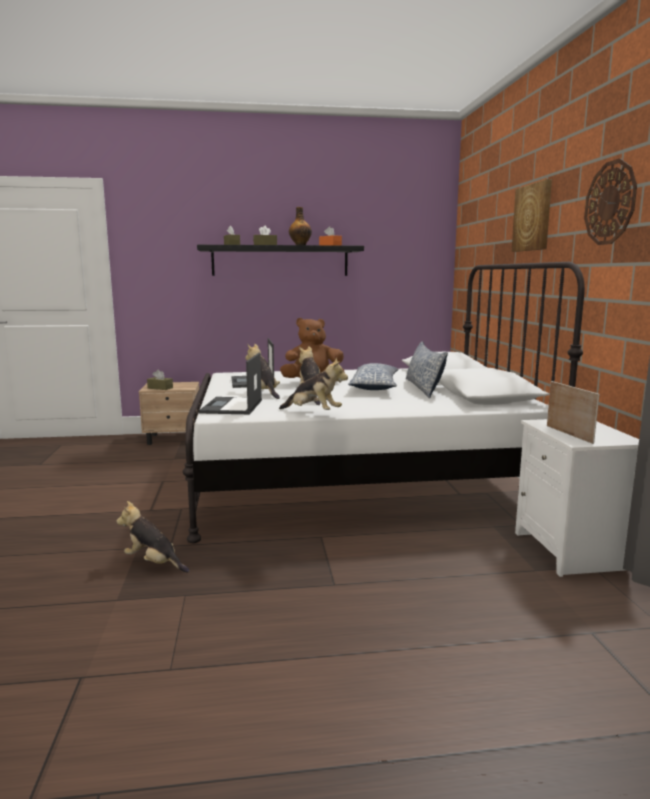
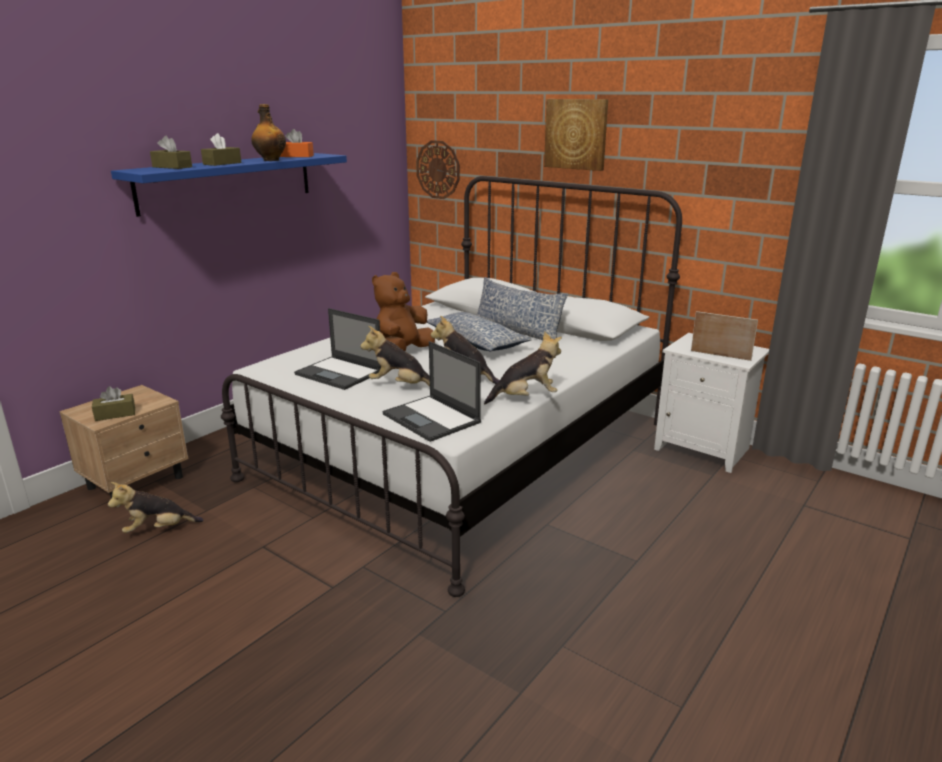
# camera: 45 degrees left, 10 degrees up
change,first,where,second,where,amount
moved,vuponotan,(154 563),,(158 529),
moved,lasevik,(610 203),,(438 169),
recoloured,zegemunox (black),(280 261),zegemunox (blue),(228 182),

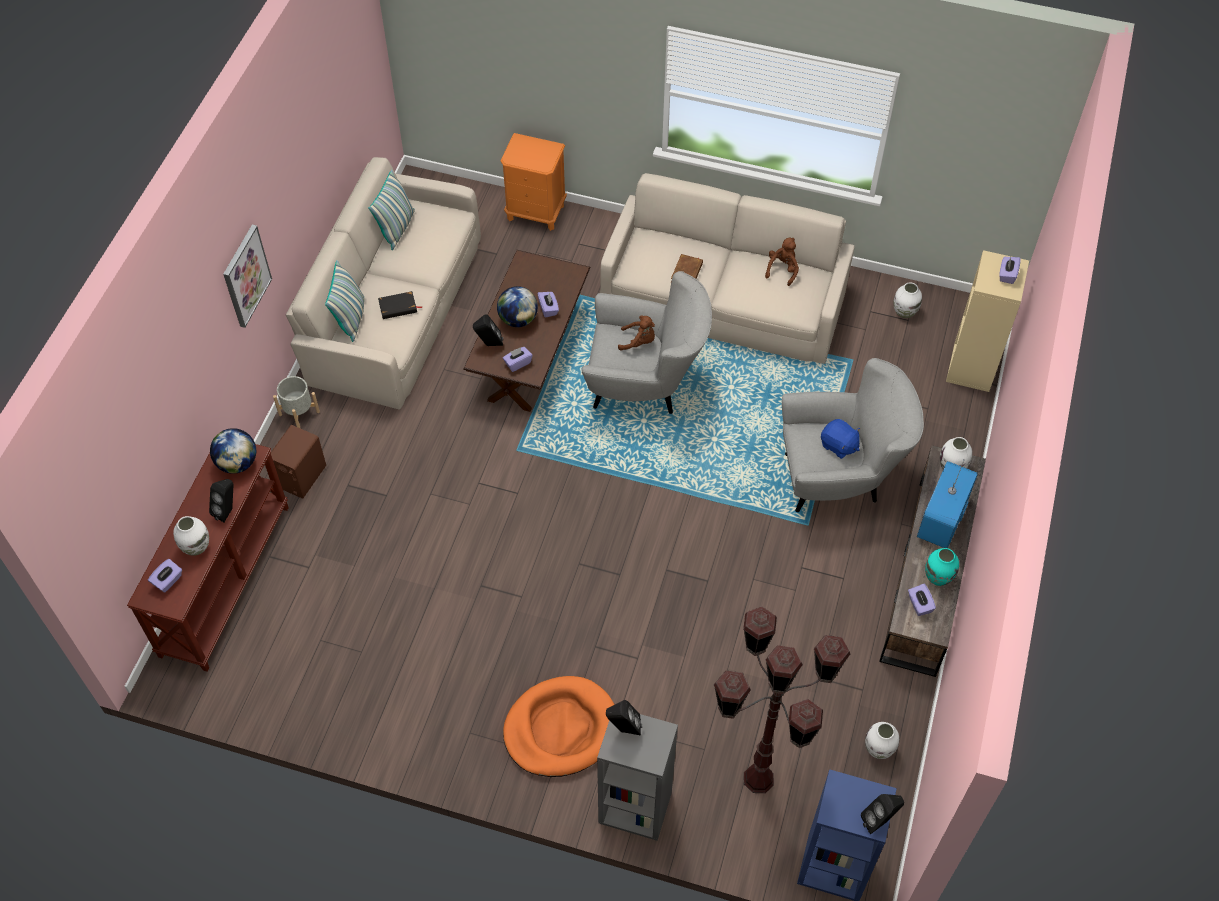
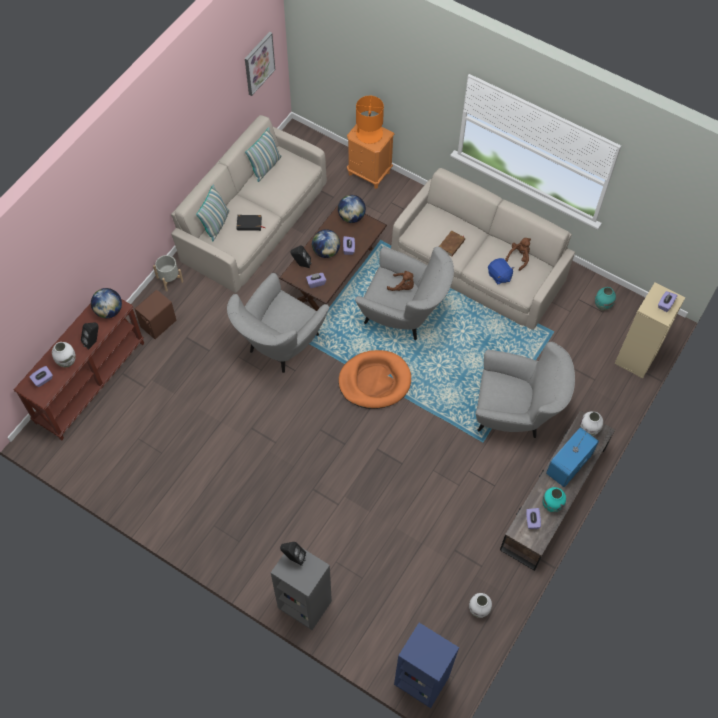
# camera: 15 degrees right, 5 degrees up
change,first,where,second,where,amount
removed,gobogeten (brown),(758 779),,,
removed,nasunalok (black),(879 821),,,
added,,,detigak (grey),(280 346),
added,,,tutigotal,(351 217),
added,,,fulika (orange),(369 133),
moved,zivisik,(245 276),,(259 63),
moved,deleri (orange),(560 729),,(374 381),
moved,vuponotan (blue),(838 445),,(499 276),
recoloured,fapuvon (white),(904 312),fapuvon (turquoise),(602 305),

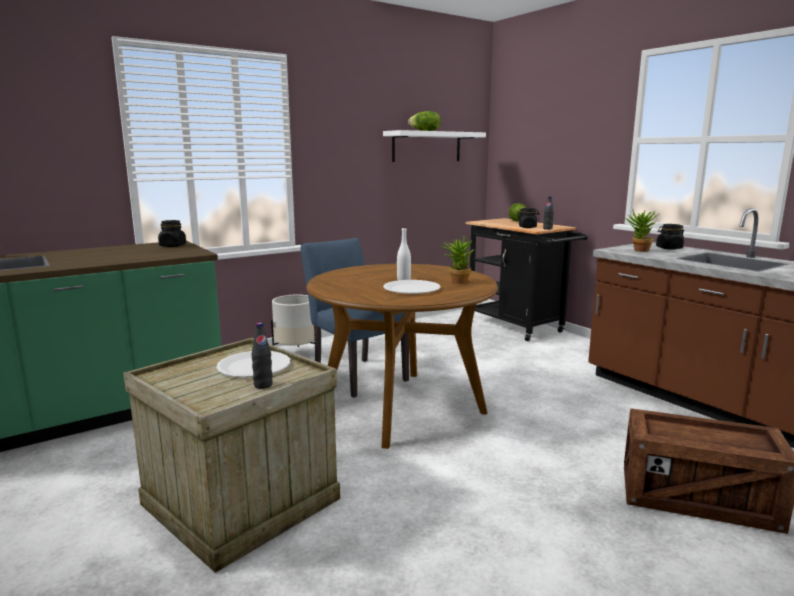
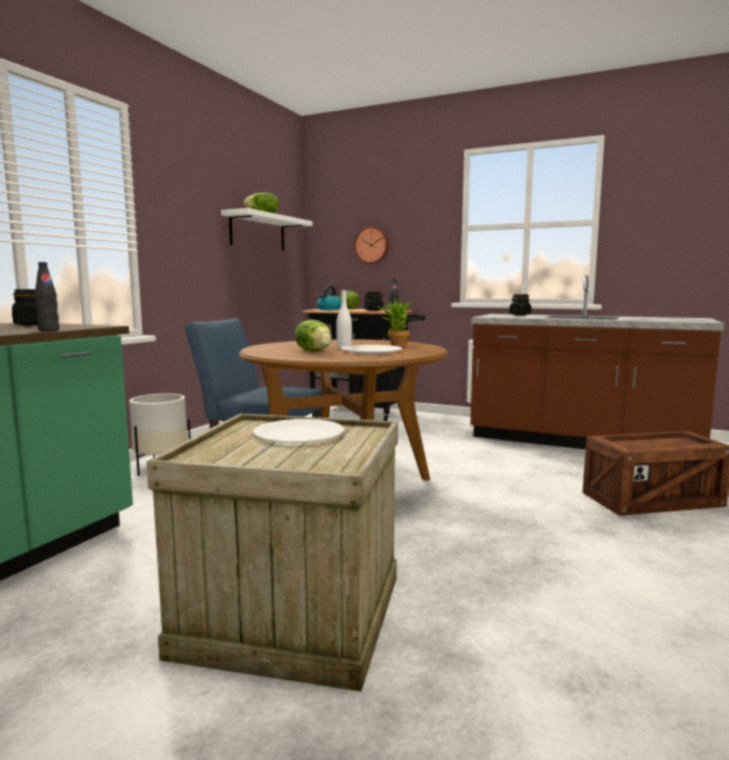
# camera: 30 degrees left, 5 degrees down
change,first,where,second,where,amount
removed,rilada,(638 250),,,
added,,,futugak,(314 351),
added,,,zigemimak,(329 309),
added,,,lasevik,(372 245),
moved,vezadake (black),(263 385),,(48 330),

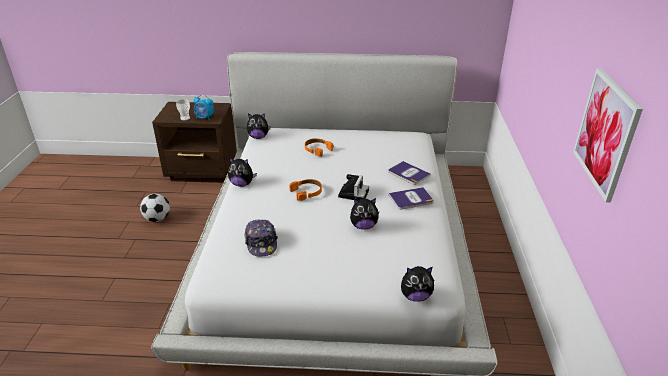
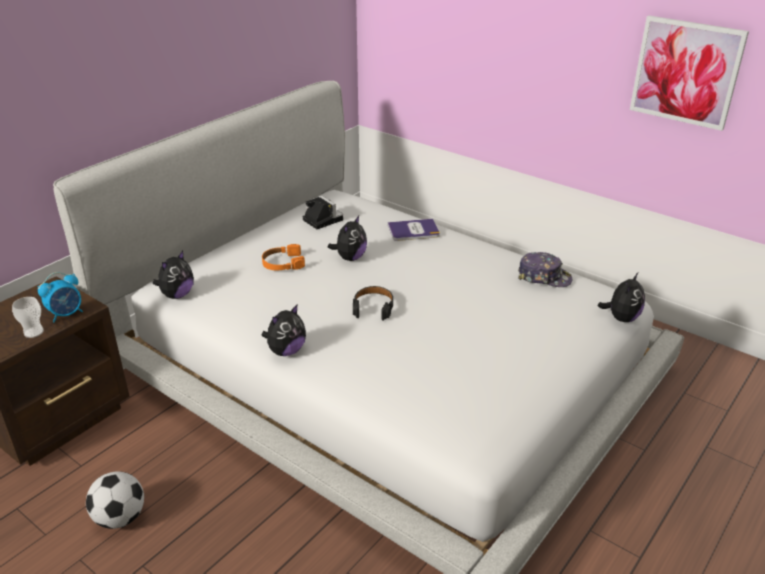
# camera: 55 degrees left, 0 degrees up
change,first,where,second,where,amount
removed,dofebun,(411 199),,,
moved,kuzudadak,(261 243),,(544 277),
moved,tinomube,(353 193),,(321 219),
moved,vuponotan,(363 226),,(350 258),
recoloured,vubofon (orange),(307 192),vubofon (black),(373 307),

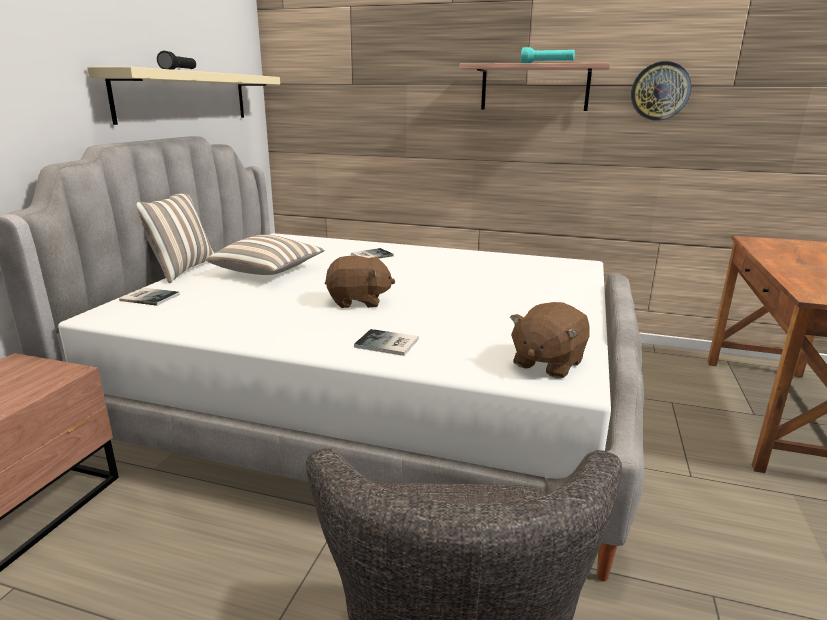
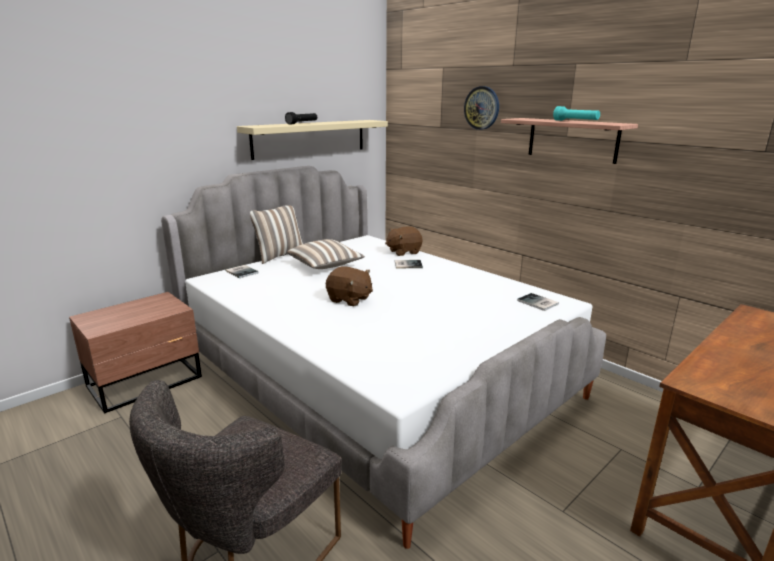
# camera: 30 degrees right, 0 degrees up
change,first,where,second,where,amount
moved,dofebun,(387 344),,(538 303),
moved,vuponotan (brown),(547 363),,(403 252),
moved,lasevik,(660 91),,(482 108),

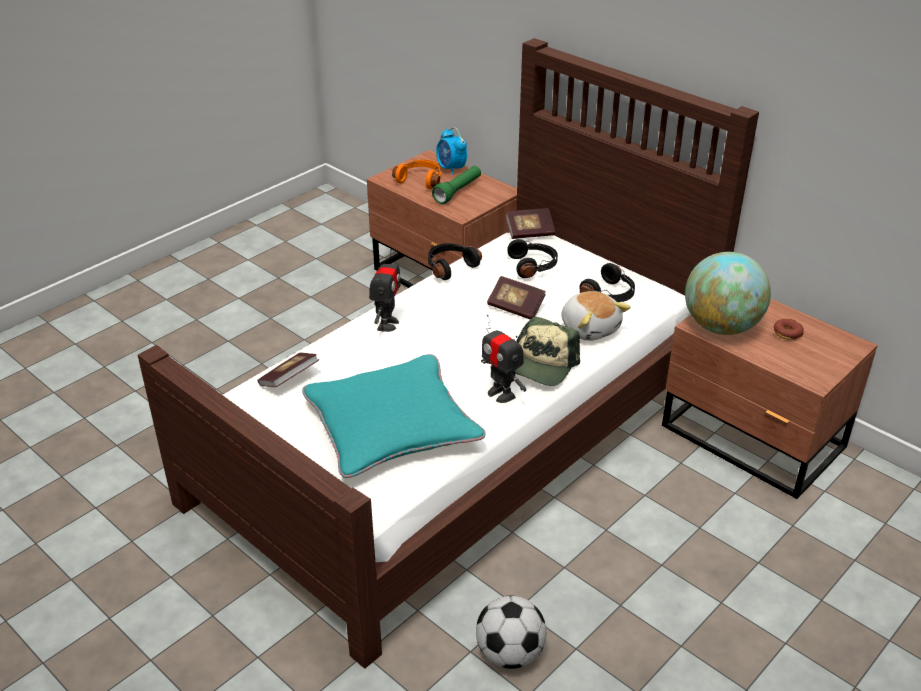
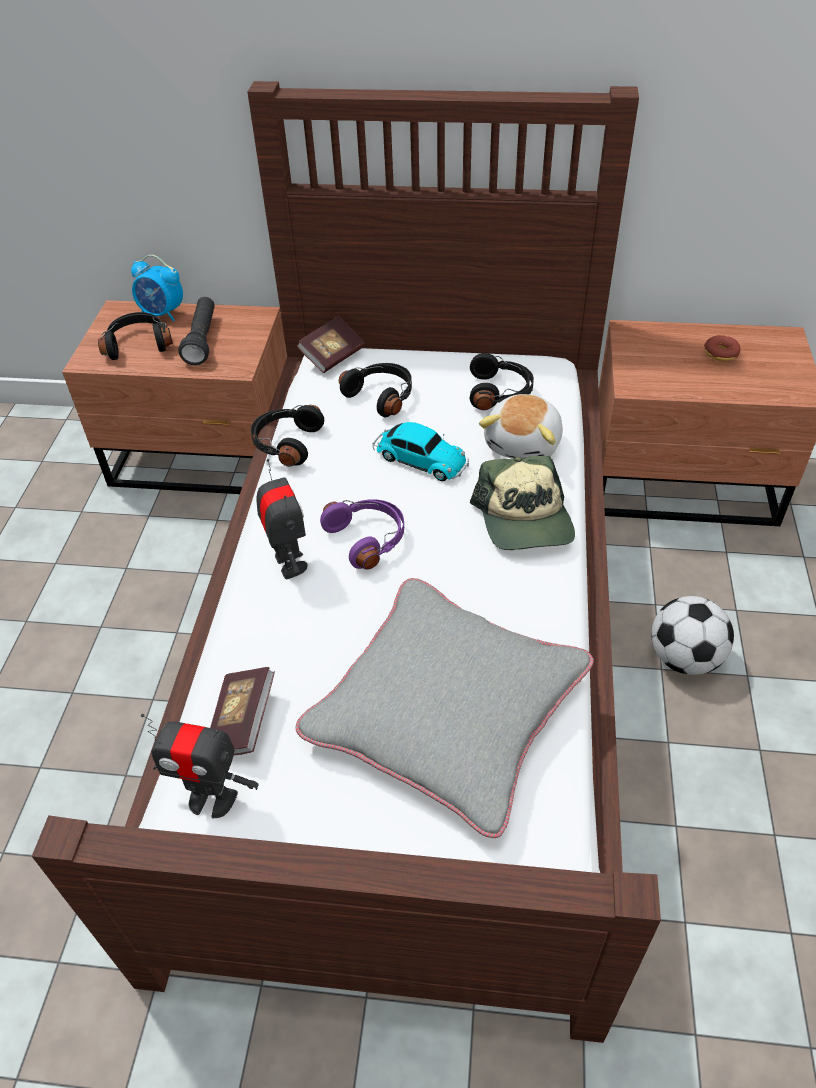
# camera: 35 degrees left, 10 degrees up
change,first,where,second,where,amount
removed,tutigotal,(721 327),,,
added,,,vubofon (purple),(368 539),
moved,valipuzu,(510 654),,(684 658),
moved,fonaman,(501 394),,(212 798),
replaced,dofebun,(516 307),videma,(419 459),
recoloured,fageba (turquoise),(391 425),fageba (grey),(447 709),
recoloured,vubofon (orange),(420 180),vubofon (black),(138 344),
recoloured,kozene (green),(458 192),kozene (black),(202 340),
turned,vuponotan,(590 328),,(524 444),90 degrees clockwise

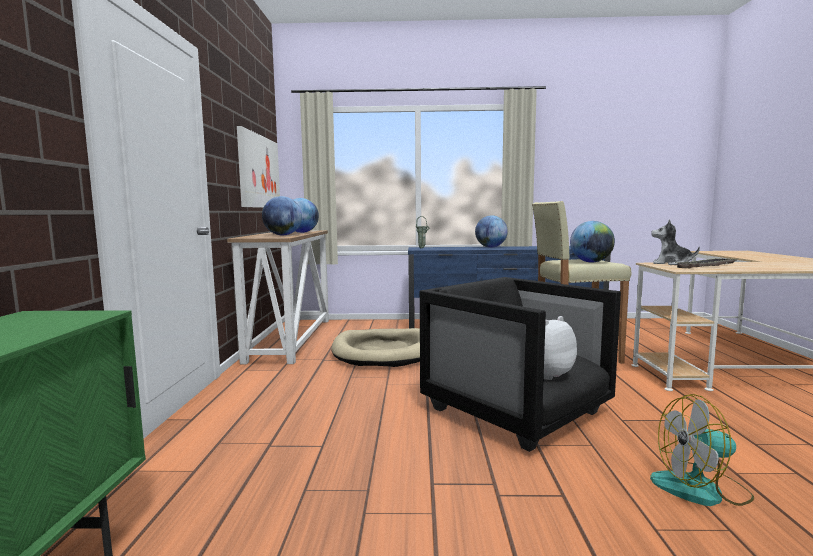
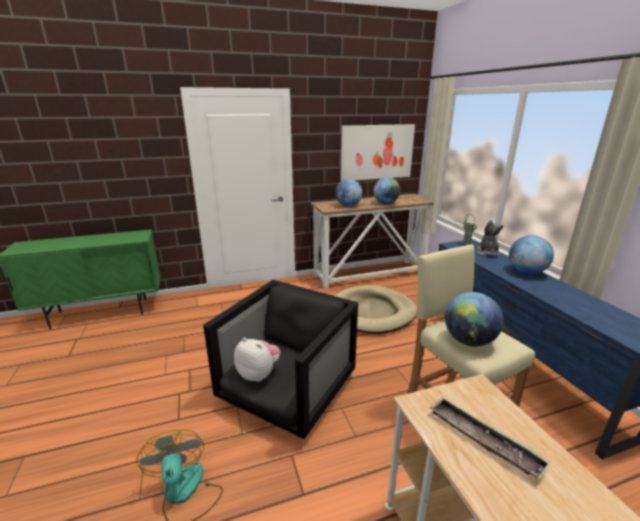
# camera: 70 degrees right, 15 degrees up
change,first,where,second,where,amount
moved,vuponotan,(671 263),,(487 253),

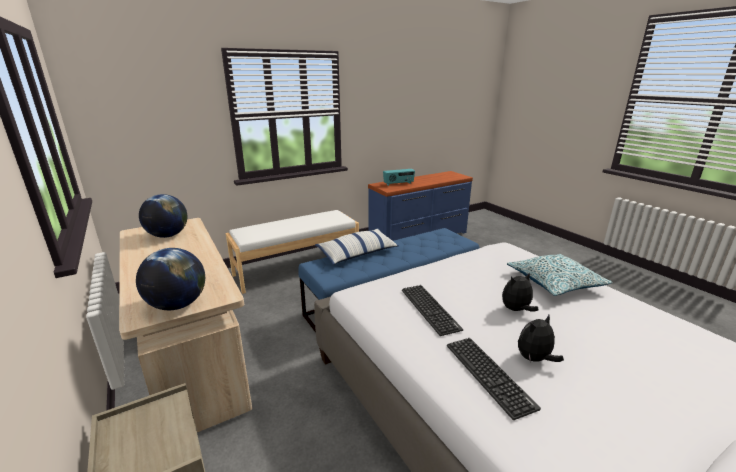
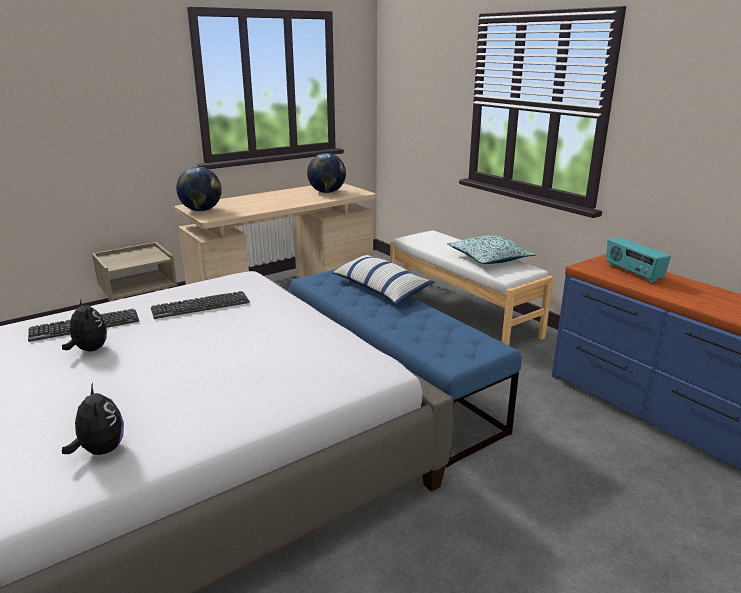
# camera: 85 degrees right, 0 degrees up
change,first,where,second,where,amount
moved,vuponotan,(516 310),,(100 450),
moved,fageba,(555 282),,(489 259),

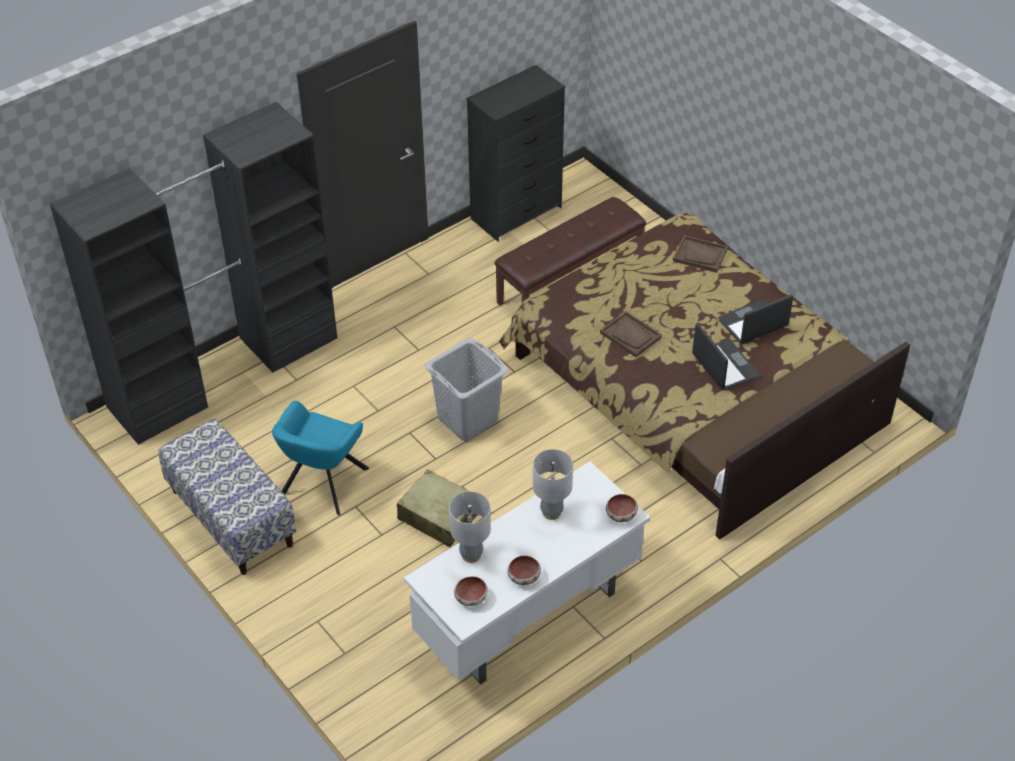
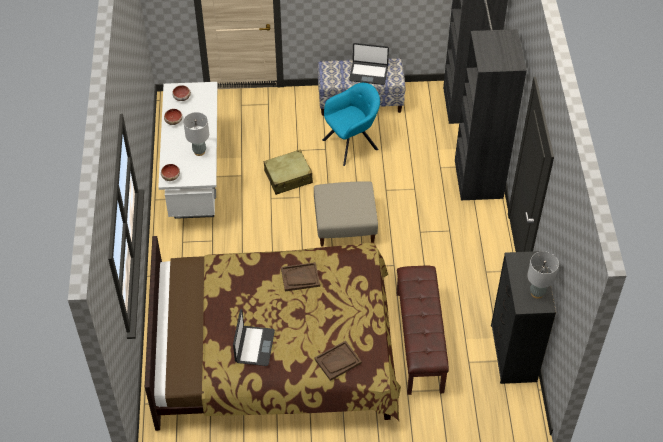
# camera: 125 degrees right, 5 degrees up
change,first,where,second,where,amount
moved,fulika (grey),(471 555),,(537 293),
moved,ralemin,(724 366),,(368 73),
replaced,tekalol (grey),(467 419),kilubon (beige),(345 224),
turned,detigak (turquoise),(322 484),,(352 143),90 degrees clockwise

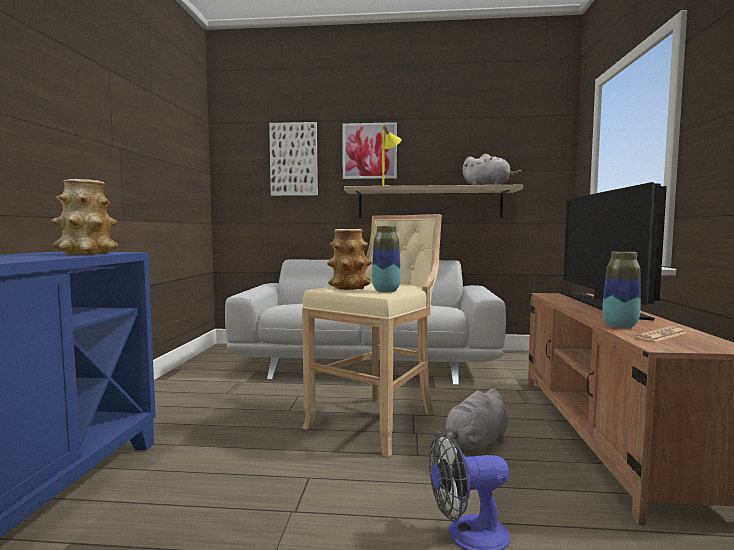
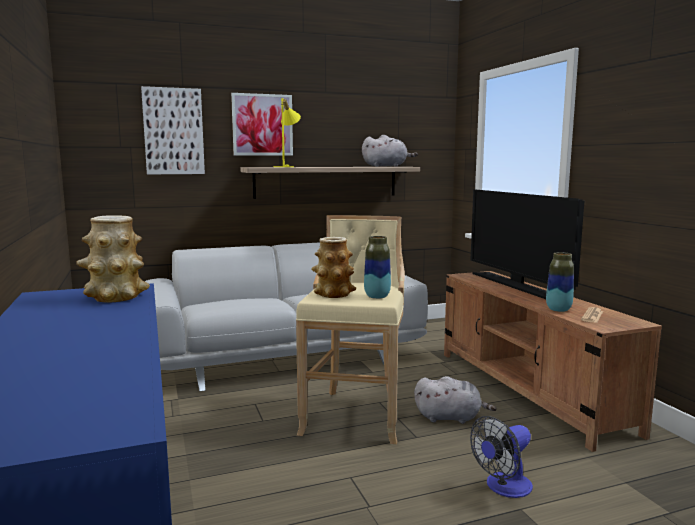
# camera: 25 degrees left, 5 degrees up
change,first,where,second,where,amount
turned,vuponotan (grey),(476 444),,(450 417),105 degrees counterclockwise

